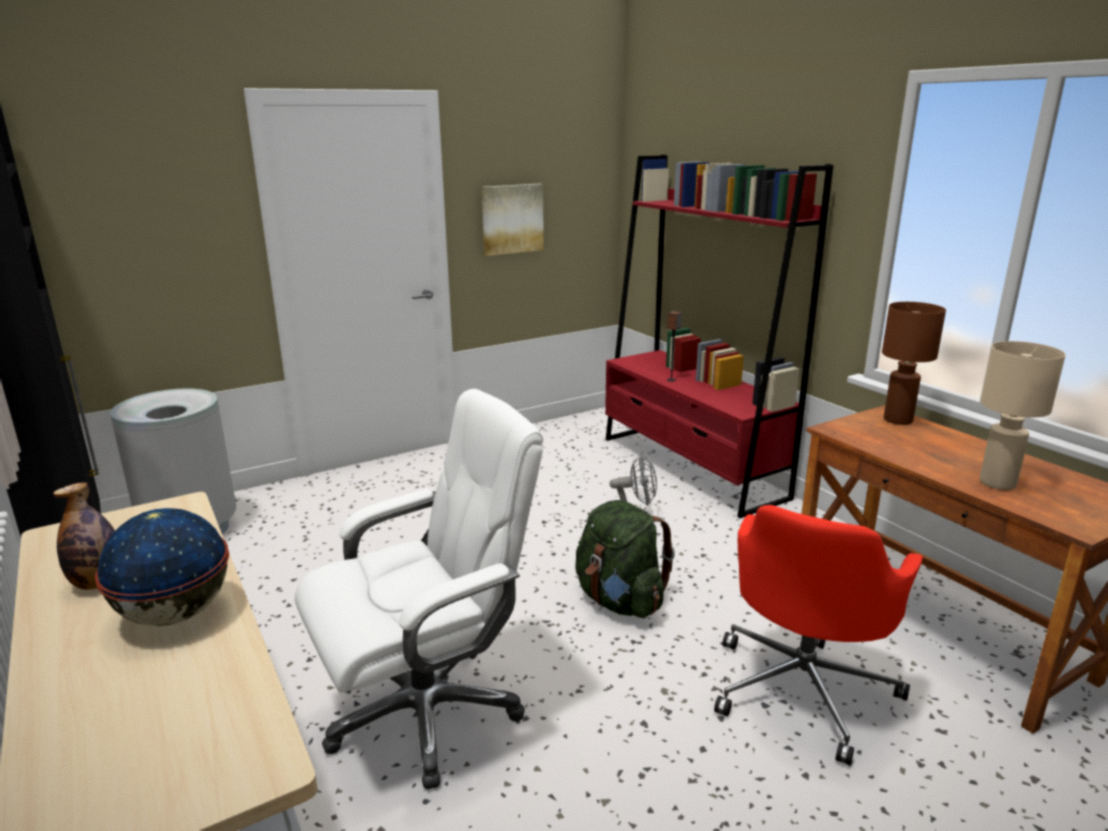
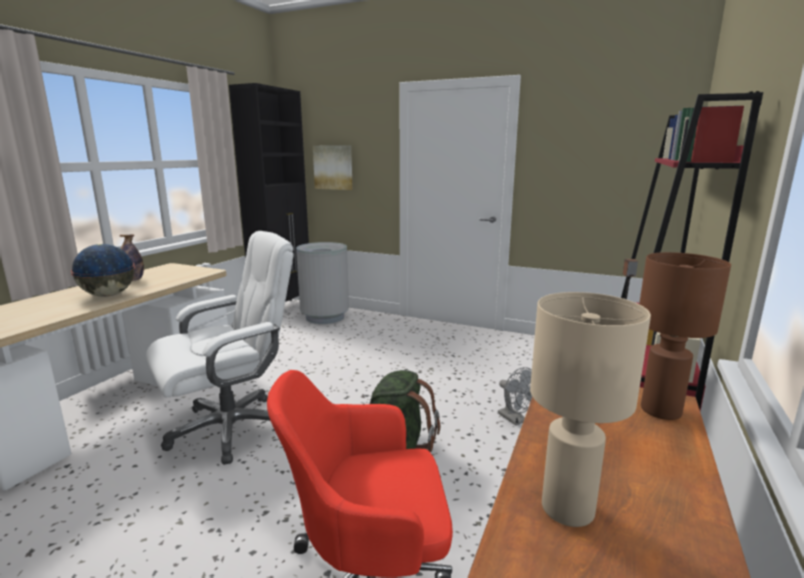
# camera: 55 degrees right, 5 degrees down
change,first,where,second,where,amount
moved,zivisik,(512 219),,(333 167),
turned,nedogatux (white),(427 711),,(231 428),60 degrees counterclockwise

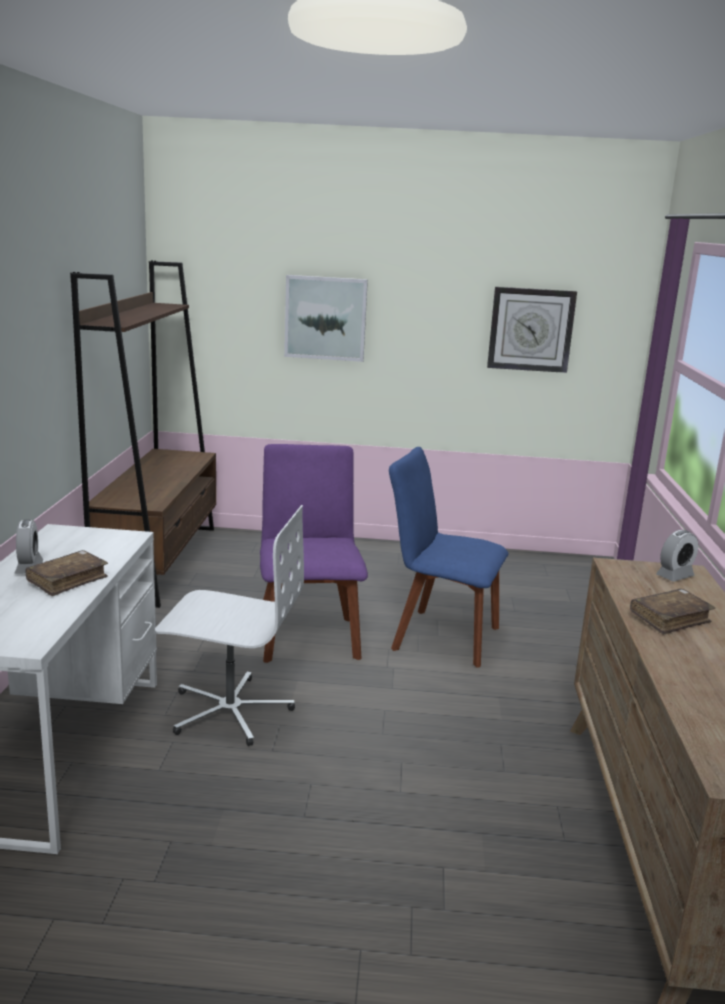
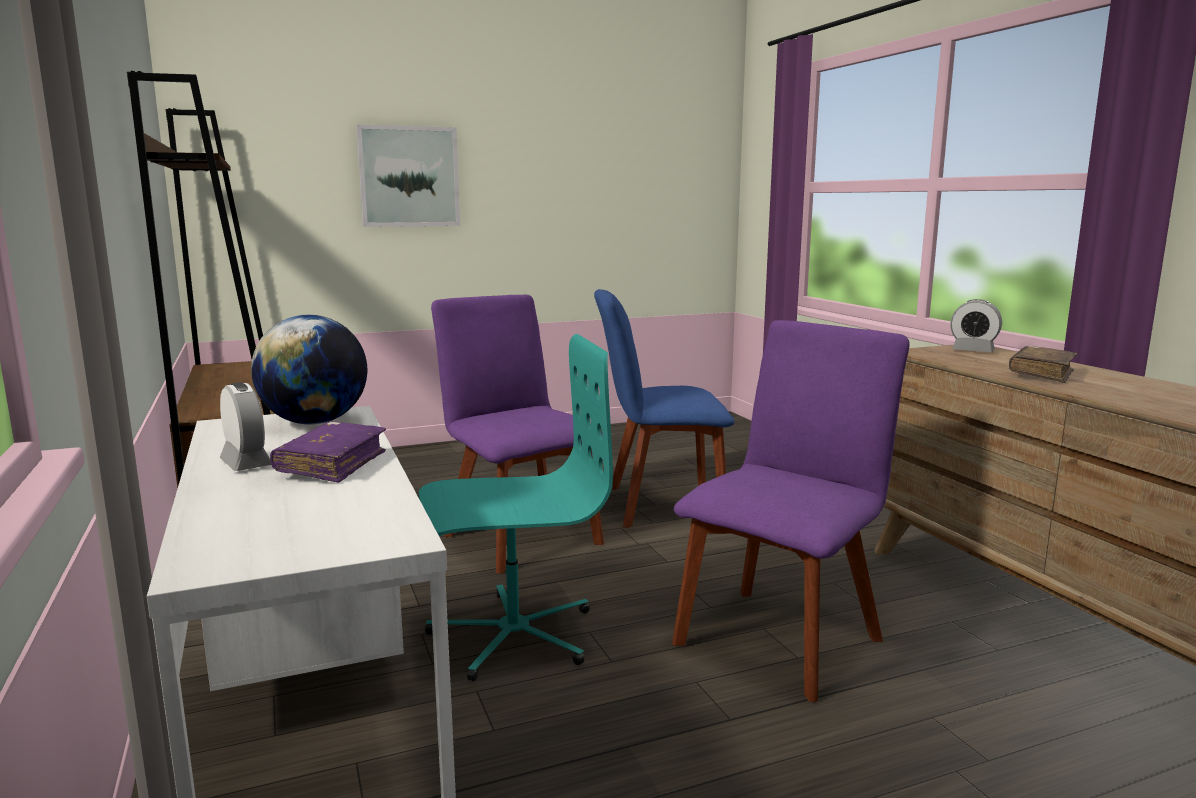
# camera: 25 degrees left, 5 degrees down
change,first,where,second,where,amount
removed,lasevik,(531 329),,,
added,,,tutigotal,(314 422),
added,,,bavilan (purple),(781 637),
recoloured,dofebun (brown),(67 580),dofebun (purple),(332 464),
recoloured,nedogatux (white),(229 710),nedogatux (turquoise),(512 634),
turned,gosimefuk,(675 576),,(973 350),90 degrees clockwise

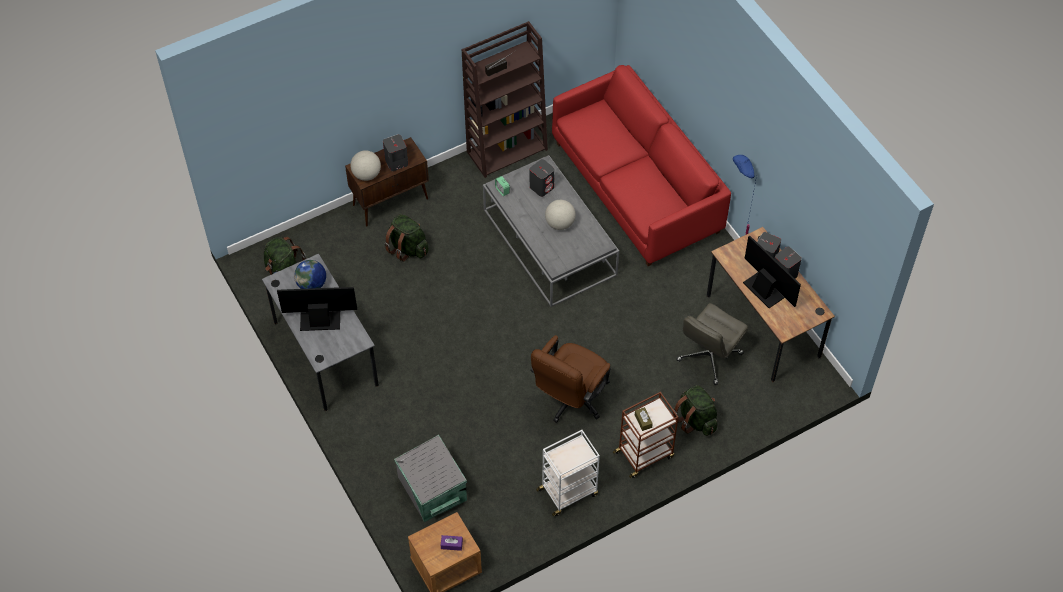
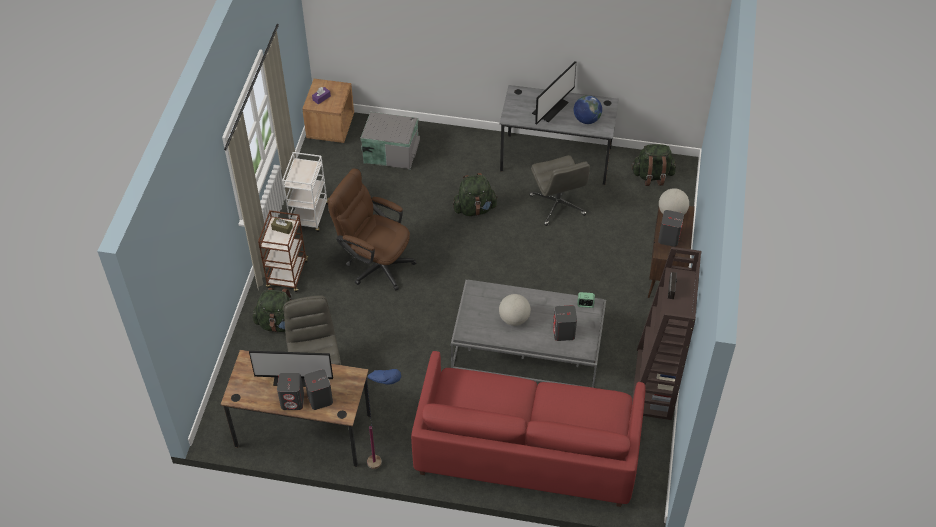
# camera: 130 degrees right, 5 degrees down
change,first,where,second,where,amount
added,,,nedogatux (grey),(558 206),
moved,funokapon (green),(407 248),,(474 209),
turned,nedogatux (brown),(570 400),,(375 263),45 degrees counterclockwise

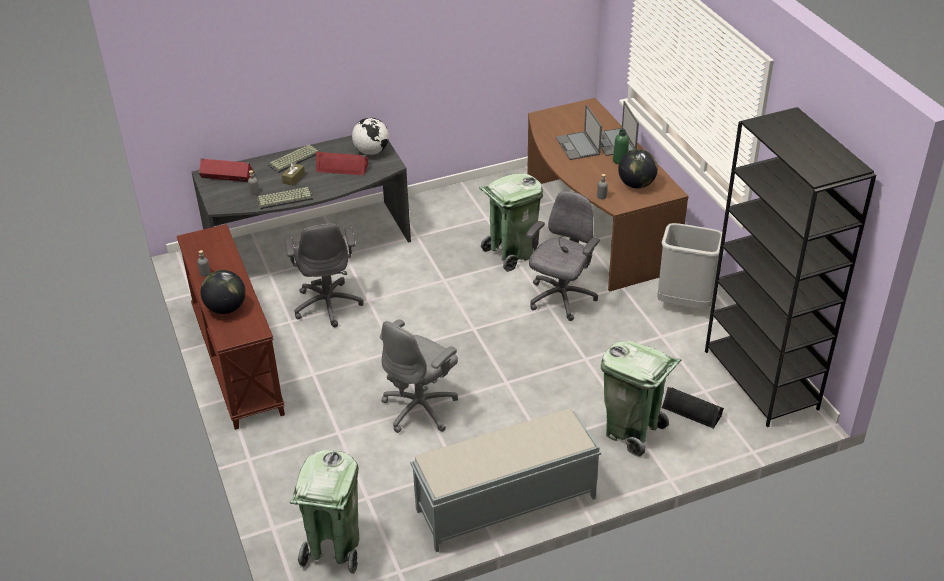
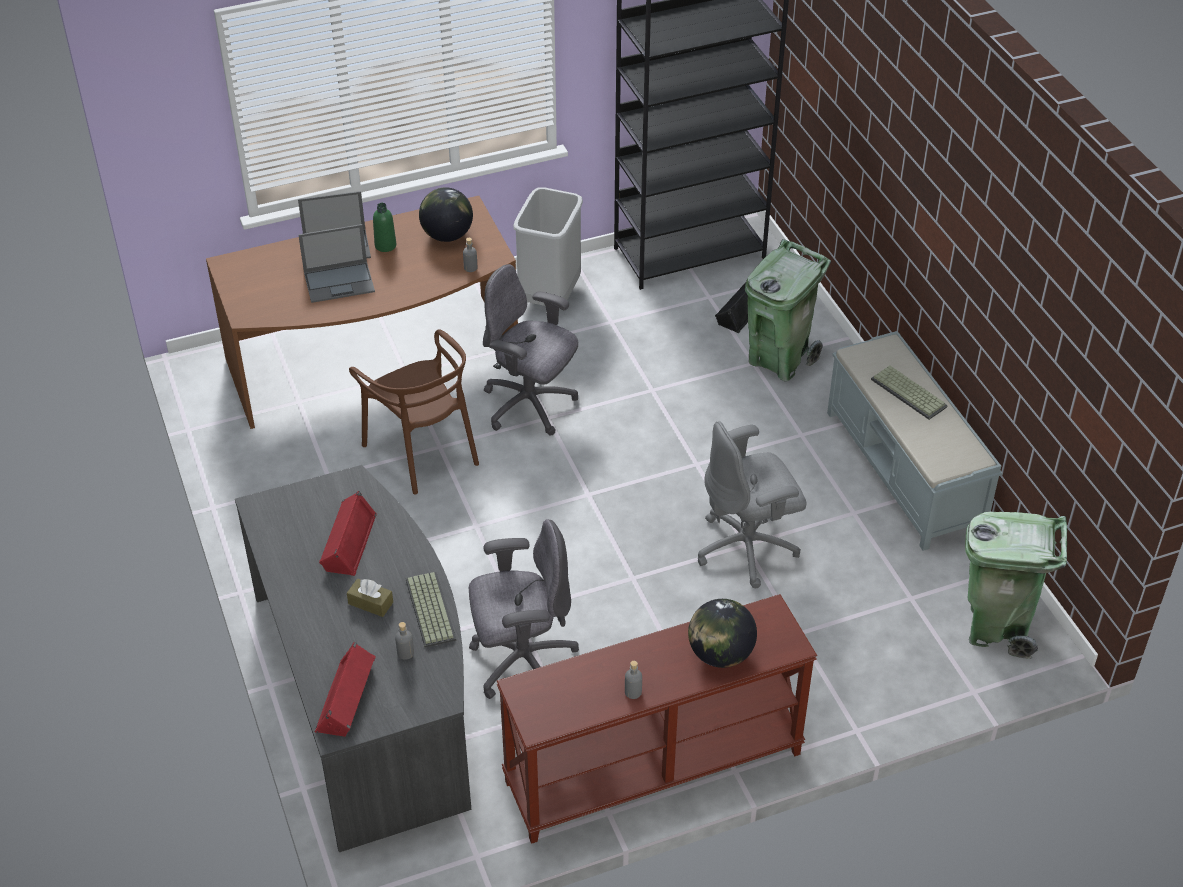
# camera: 90 degrees left, 5 degrees up
change,first,where,second,where,amount
removed,tutigotal,(371 151),,,
moved,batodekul,(294 160),,(910 393),
replaced,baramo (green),(511 254),bavilan (brown),(423 452),
turned,nedogatux (grey),(421 408),,(748 548),120 degrees clockwise

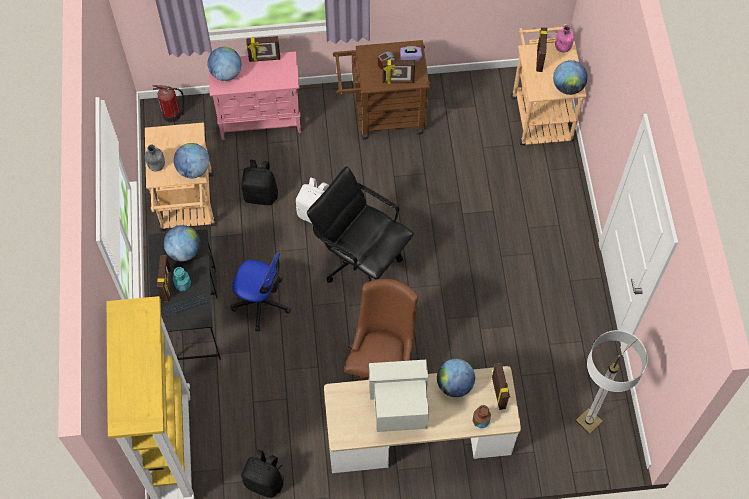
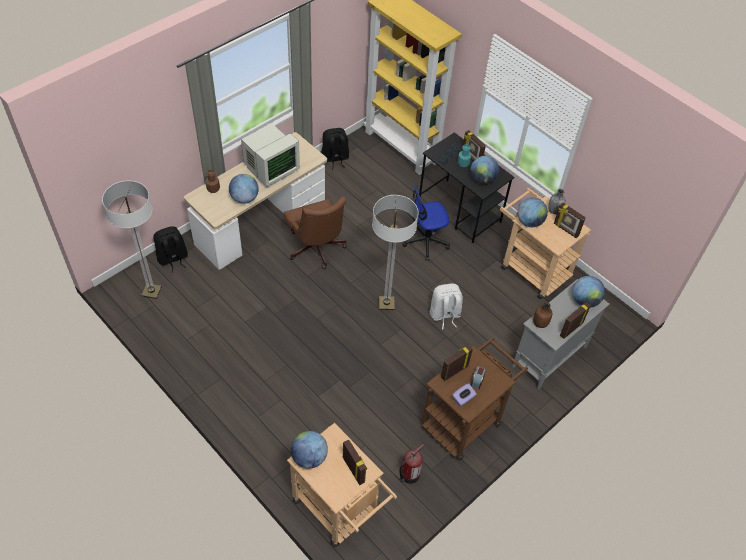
# camera: 140 degrees right, 10 degrees down
change,first,where,second,where,amount
removed,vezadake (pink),(562 48),,,
added,,,vezadake (brown),(540 323),
moved,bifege,(173 114),,(409 475),
moved,funokapon (black),(261 194),,(173 259),
moved,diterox,(499 393),,(565 230),
replaced,nedogatux (black),(360 259),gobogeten,(386 303),
recoloured,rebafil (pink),(261 120),rebafil (grey),(549 357),

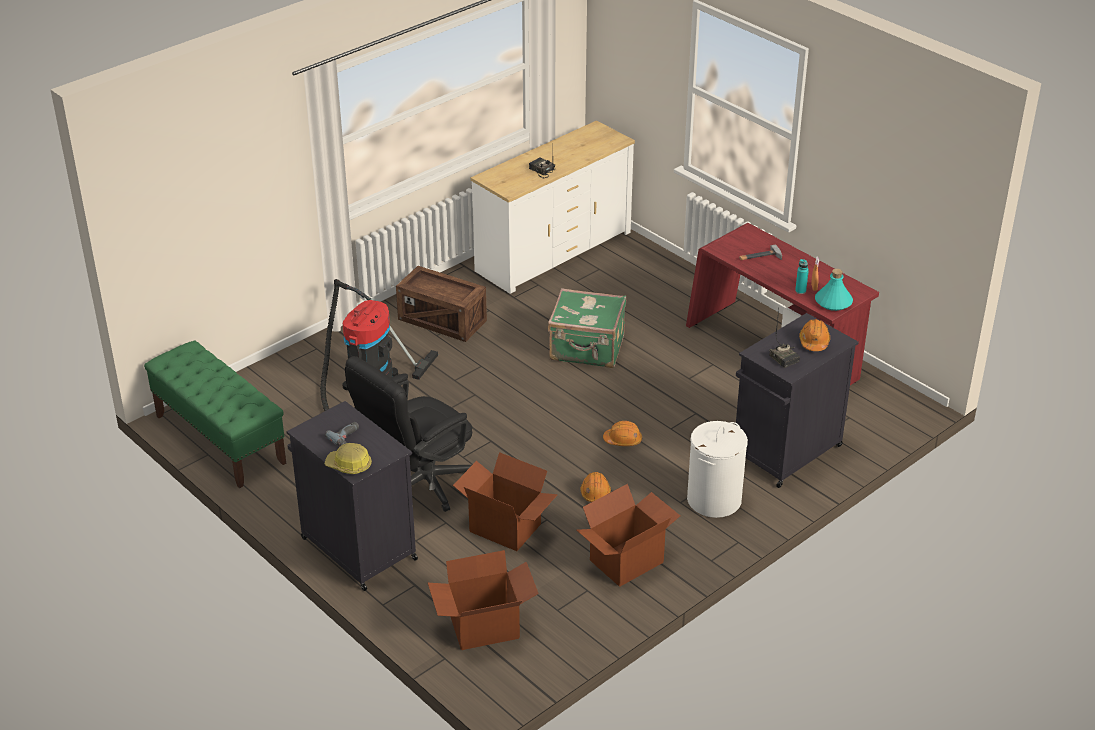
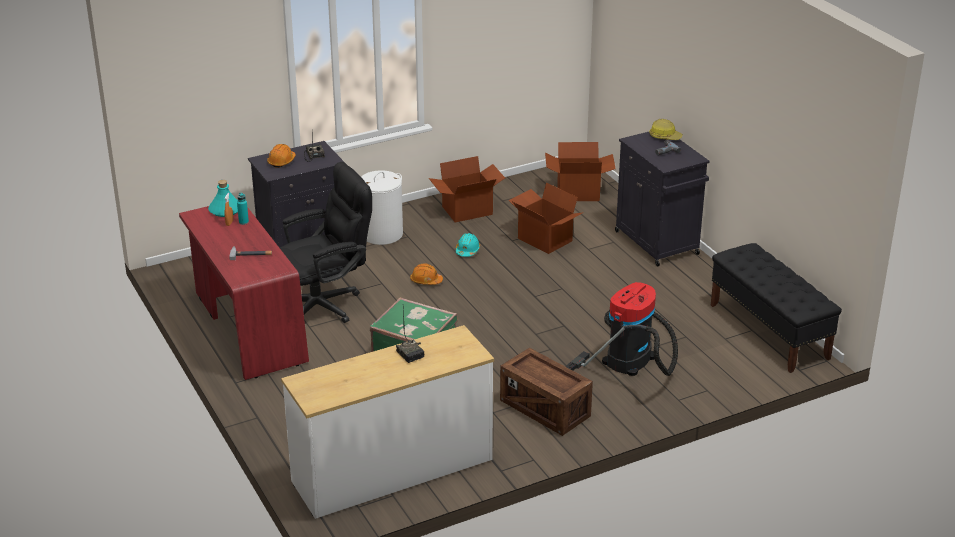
# camera: 165 degrees left, 5 degrees down
change,first,where,second,where,amount
moved,nedogatux (black),(417 485),,(326 304),
recoloured,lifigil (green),(219 439),lifigil (black),(769 331),
recoloured,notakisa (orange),(595 492),notakisa (turquoise),(467 251),

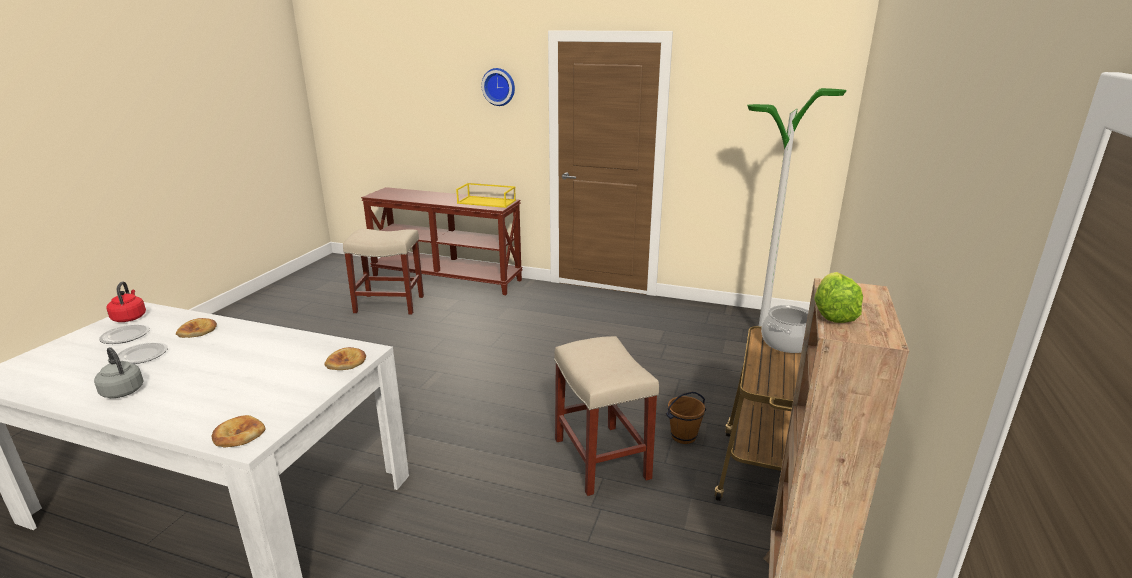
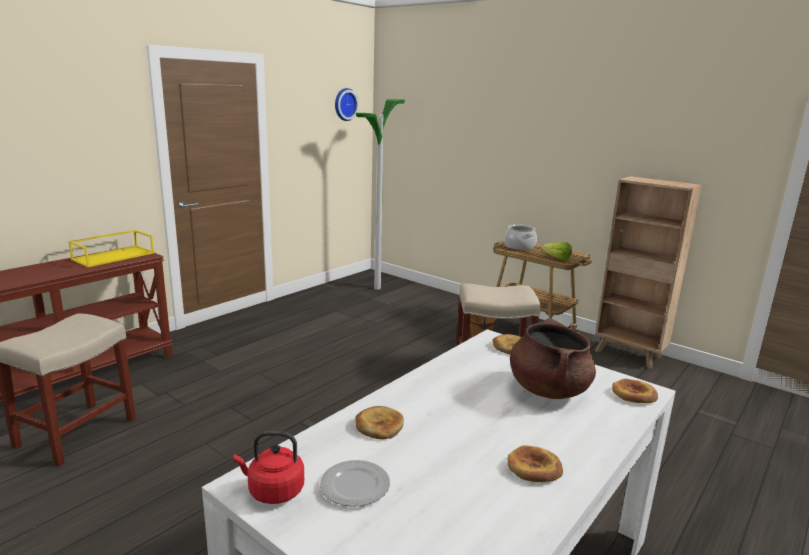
# camera: 70 degrees left, 5 degrees down
change,first,where,second,where,amount
removed,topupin,(142 356),,,
added,,,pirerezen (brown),(548 389),
moved,lasevik,(499 86),,(344 104),
moved,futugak,(834 311),,(555 258),
replaced,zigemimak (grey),(122 390),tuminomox,(534 468),

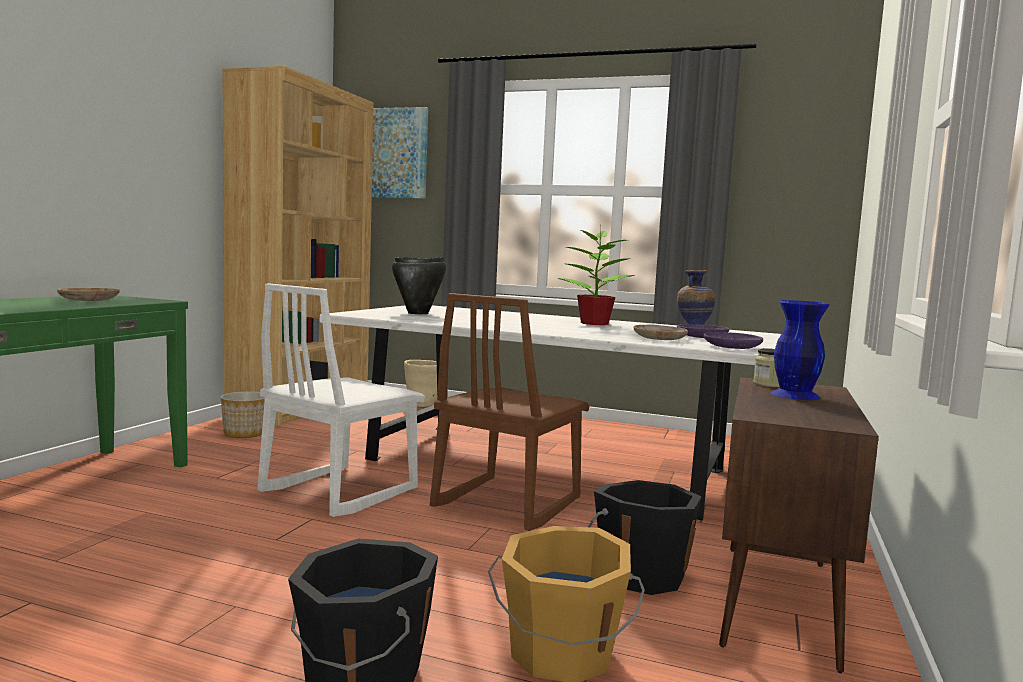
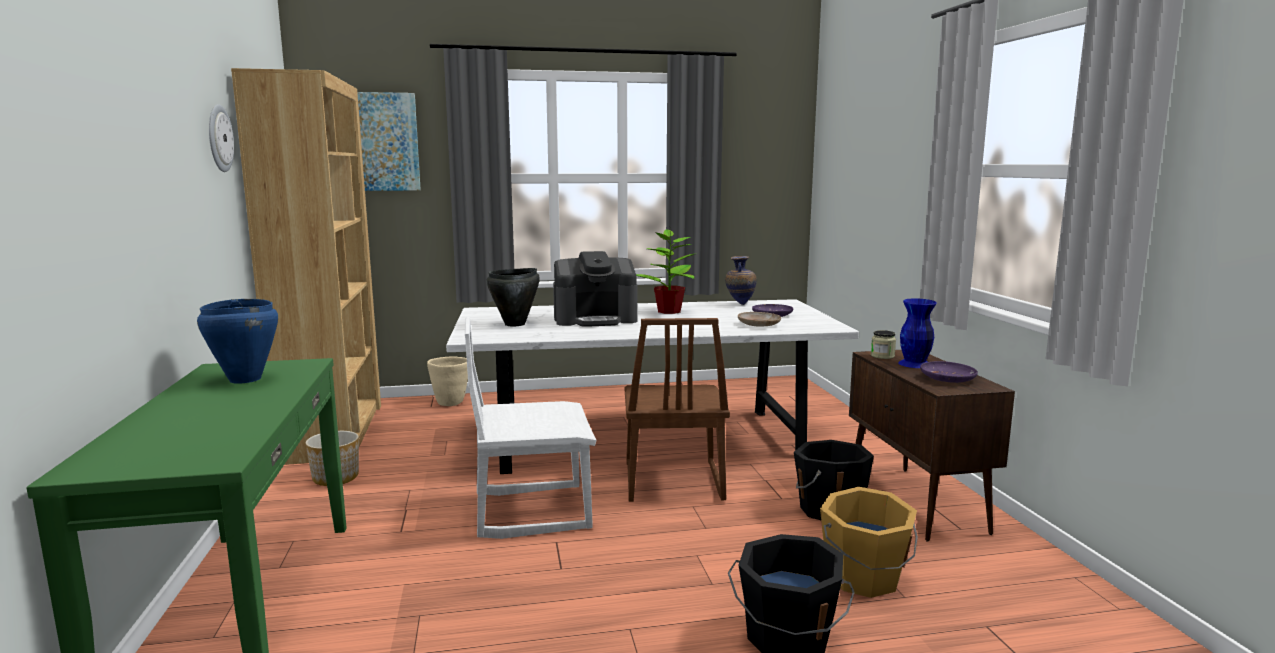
# camera: 30 degrees left, 5 degrees up
change,first,where,second,where,amount
added,,,lasevik,(219 138),
added,,,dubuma,(595 319),
moved,topupin (purple),(732 347),,(947 378),
replaced,topupin (beige),(88 300),pirerezen (blue),(244 379),
turned,bavilan (white),(338 491),,(532 511),75 degrees clockwise

